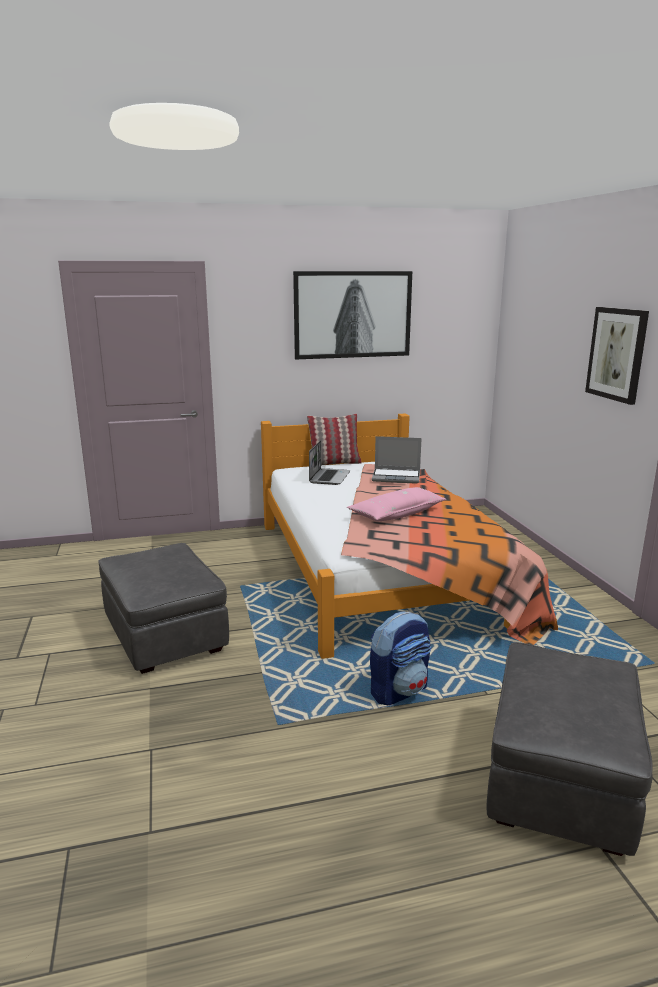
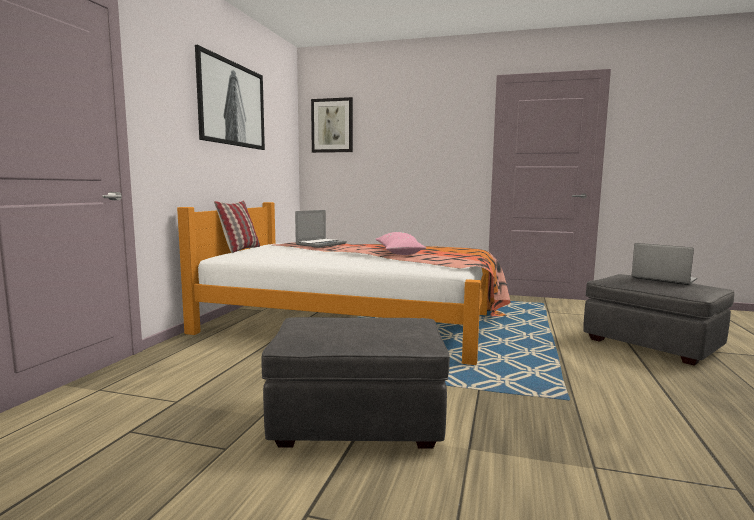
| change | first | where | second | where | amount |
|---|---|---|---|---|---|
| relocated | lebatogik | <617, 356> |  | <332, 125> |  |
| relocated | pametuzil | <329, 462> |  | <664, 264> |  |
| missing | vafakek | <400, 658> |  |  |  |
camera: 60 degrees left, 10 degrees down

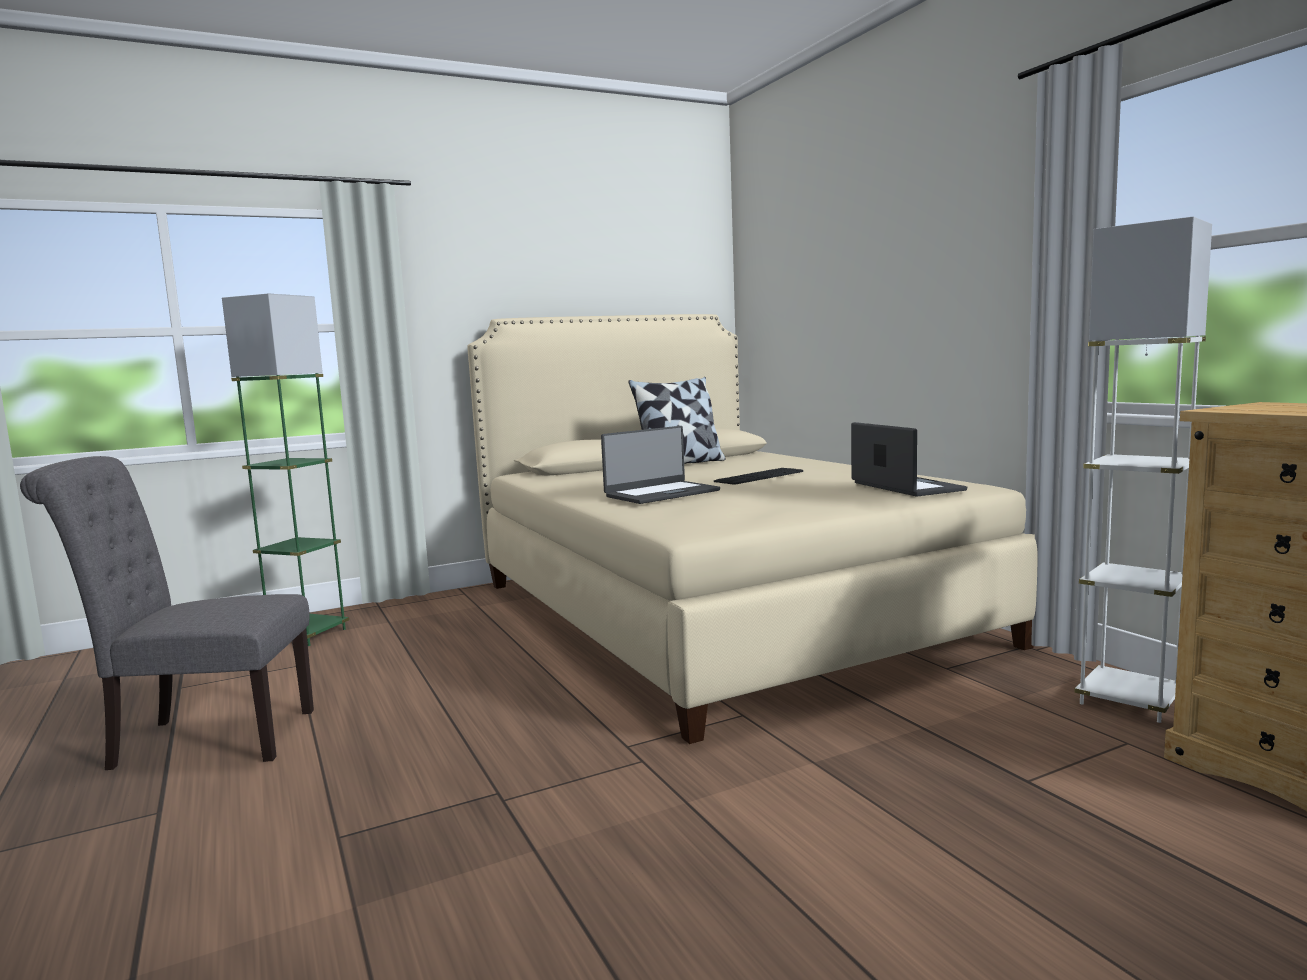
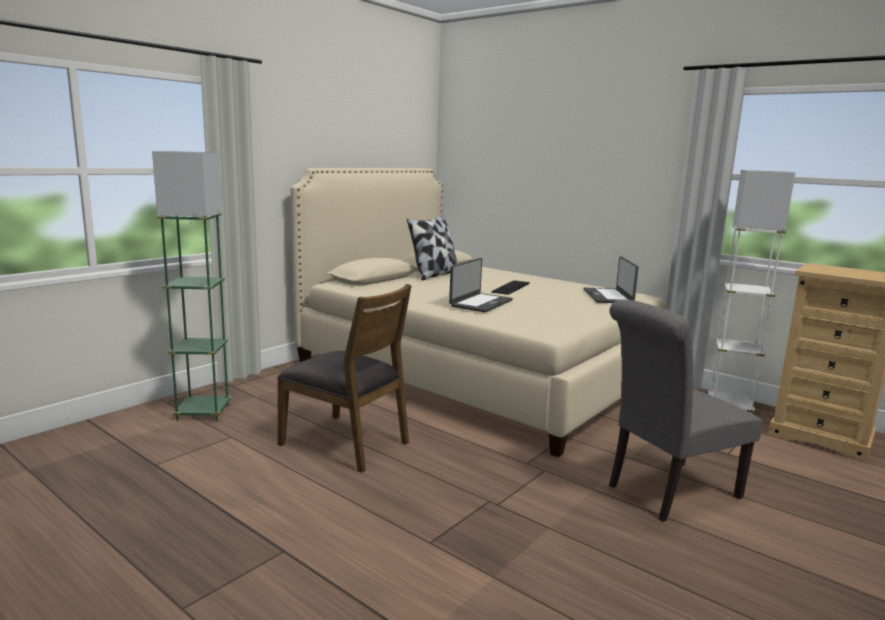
| change | first | where | second | where | amount |
|---|---|---|---|---|---|
| spun | pametuzil | <909, 459> |  | <611, 279> | 135 degrees counterclockwise |
| relocated | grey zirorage | <167, 613> |  | <686, 411> |  |
| appeared |  |  | brown zirorage | <344, 378> |  |
camera: 25 degrees left, 5 degrees up

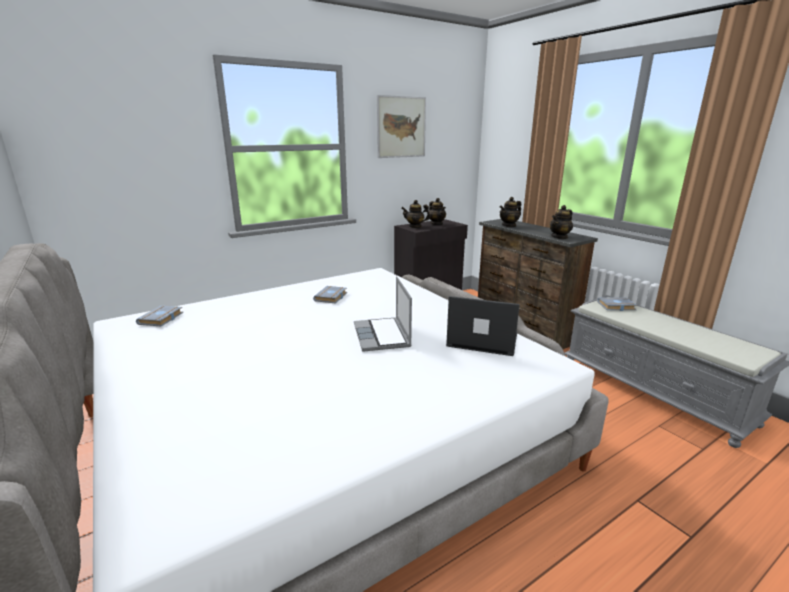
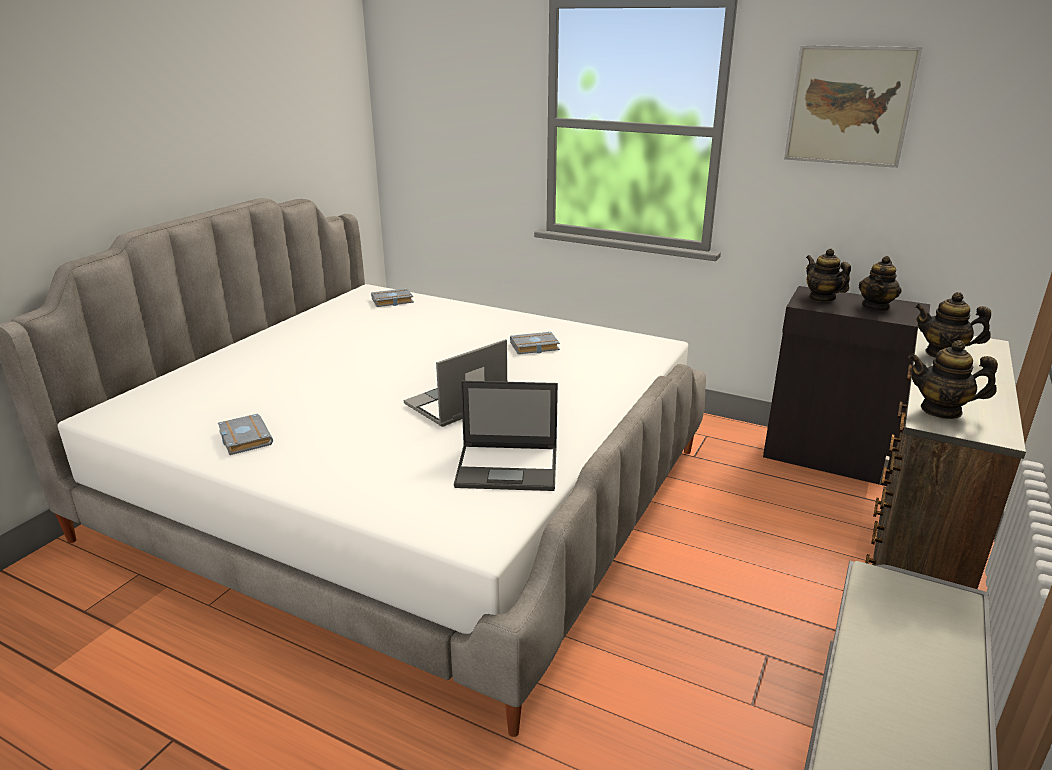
| change | first | where | second | where | amount |
|---|---|---|---|---|---|
| spun | pametuzil | <483, 326> |  | <506, 436> | 105 degrees clockwise |
| relocated | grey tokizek | <617, 304> |  | <245, 434> |  |
camera: 60 degrees right, 5 degrees up

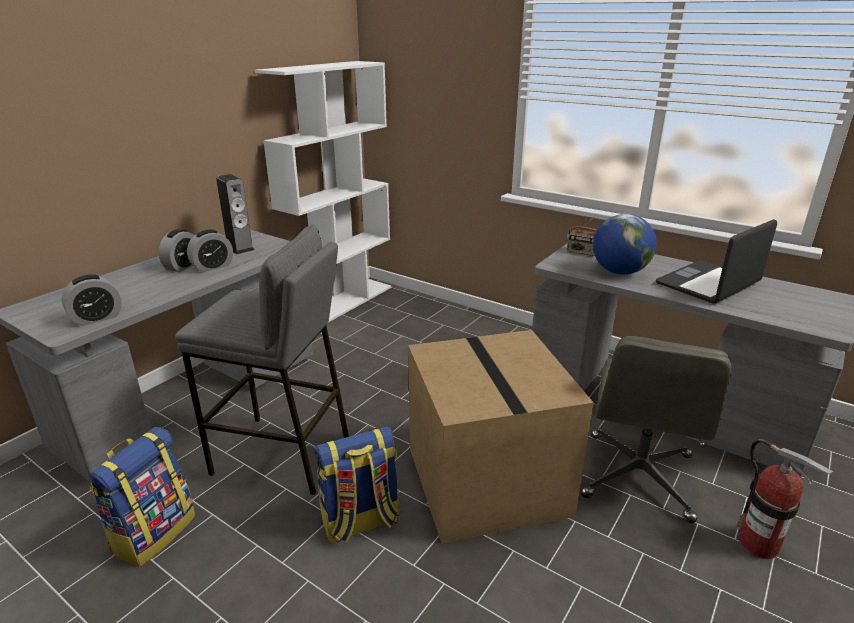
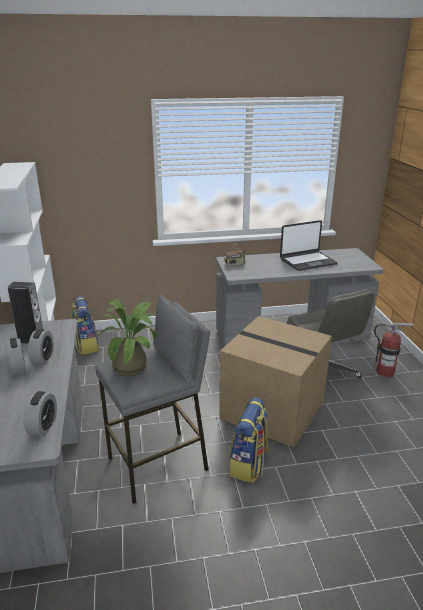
| change | first | where | second | where | amount |
|---|---|---|---|---|---|
| missing | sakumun | <625, 244> |  |  |  |
| spun | pametuzil | <716, 261> |  | <309, 245> | 120 degrees counterclockwise |
| relocated | vafakek | <142, 497> |  | <85, 325> |  |
| appeared |  |  | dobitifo | <127, 337> |  |
camera: 45 degrees left, 0 degrees up

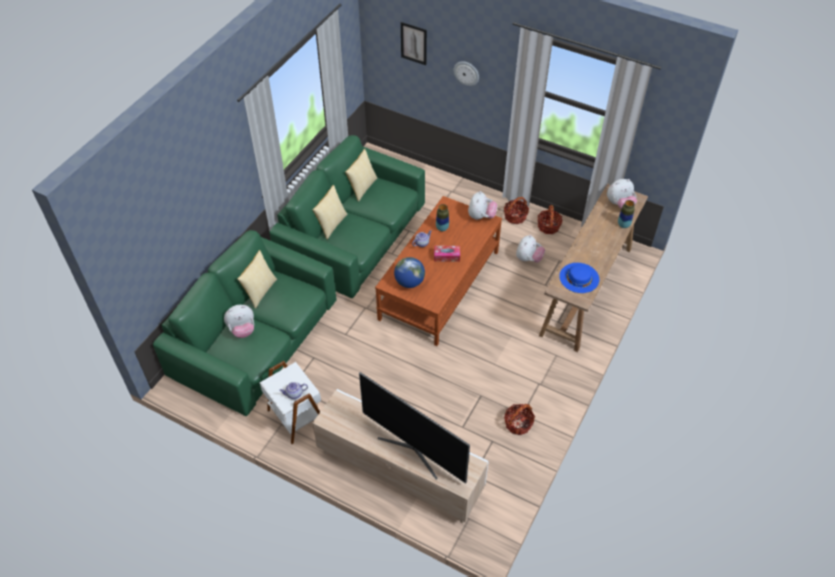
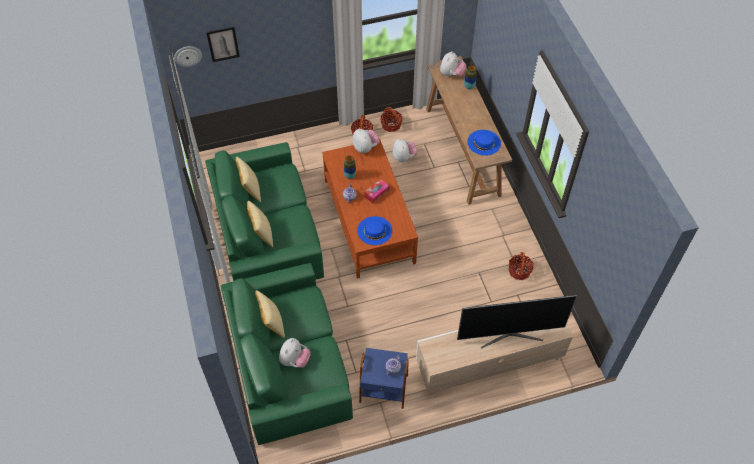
| change | first | where | second | where | amount |
|---|---|---|---|---|---|
| relocated | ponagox | <466, 73> |  | <188, 56> |  |
| exchanged | sakumun | <409, 272> | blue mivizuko | <374, 230> |  |
| colour | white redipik | <290, 402> | blue redipik | <384, 378> |  |
camera: 45 degrees left, 5 degrees up

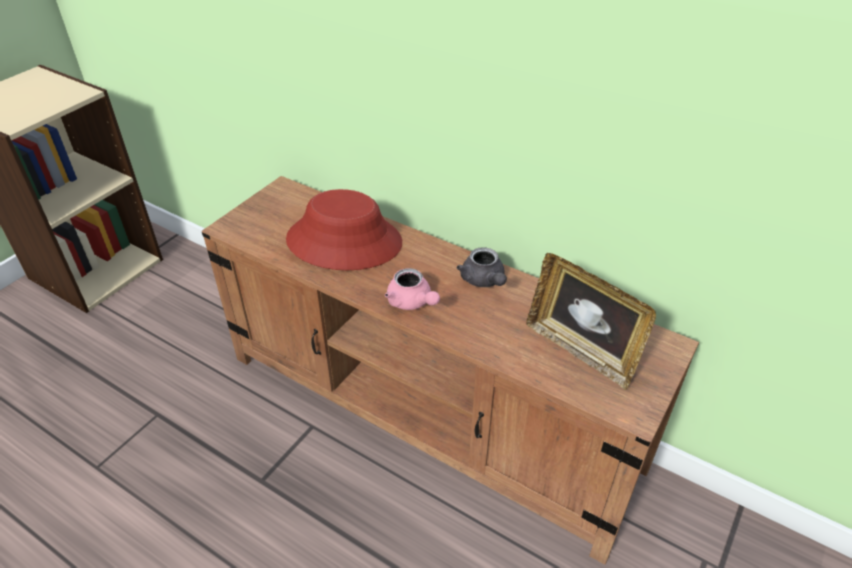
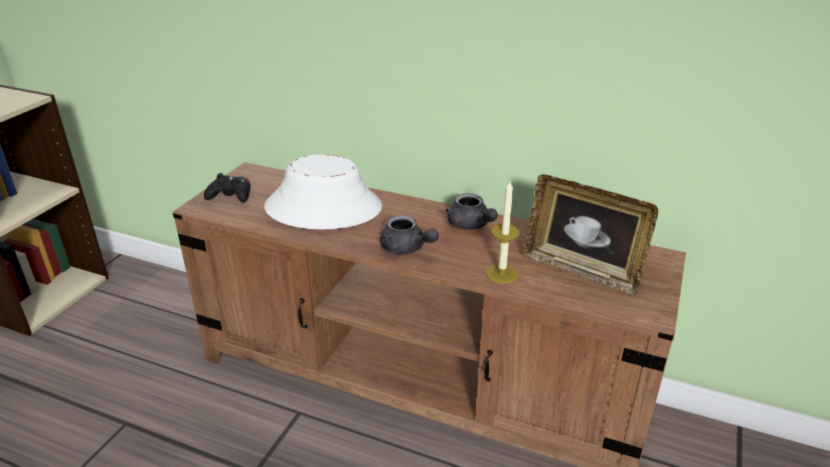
| change | first | where | second | where | amount |
|---|---|---|---|---|---|
| colour | red mivizuko | <344, 229> | white mivizuko | <323, 192> |  |
| colour | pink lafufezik | <412, 289> | grey lafufezik | <409, 234> |  |
| appeared |  |  | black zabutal | <227, 187> |  |
| appeared |  |  | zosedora | <503, 232> |  |
camera: 10 degrees left, 10 degrees down

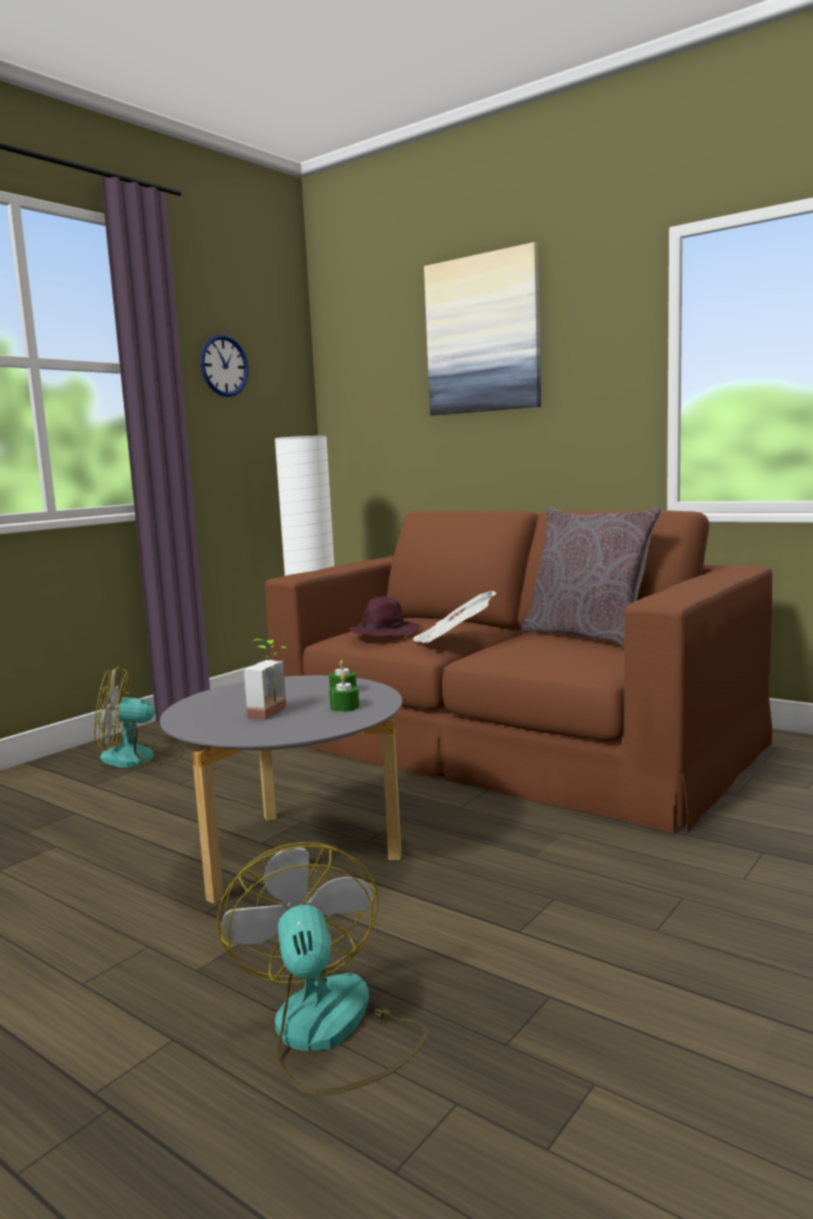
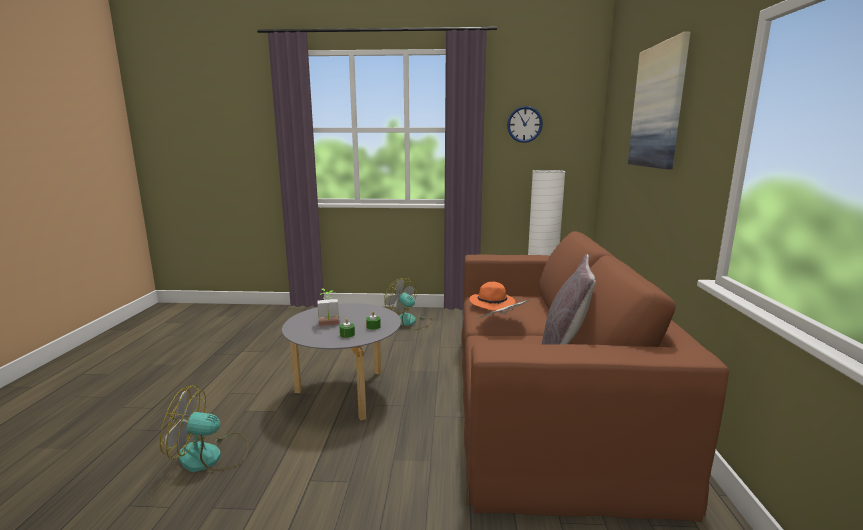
| change | first | where | second | where | amount |
|---|---|---|---|---|---|
| colour | purple mivizuko | <383, 616> | orange mivizuko | <492, 296> |  |
| spun | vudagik | <322, 968> |  | <204, 428> | 135 degrees counterclockwise |
camera: 55 degrees right, 5 degrees up

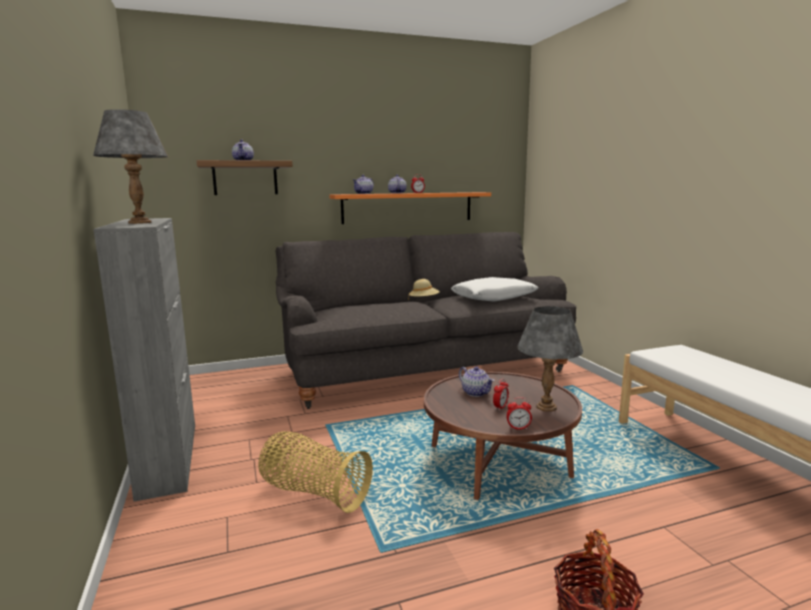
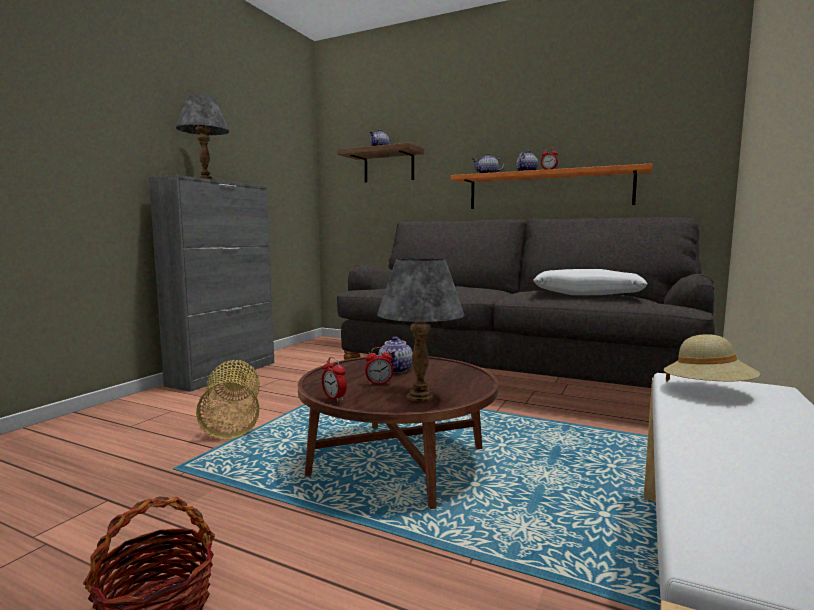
| change | first | where | second | where | amount |
|---|---|---|---|---|---|
| relocated | beige mivizuko | <424, 289> |  | <712, 358> |  |
camera: 45 degrees right, 5 degrees down

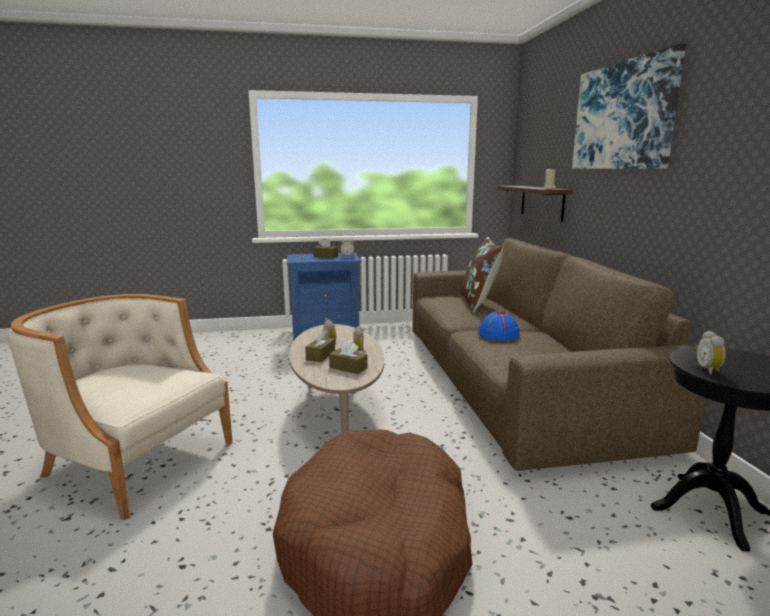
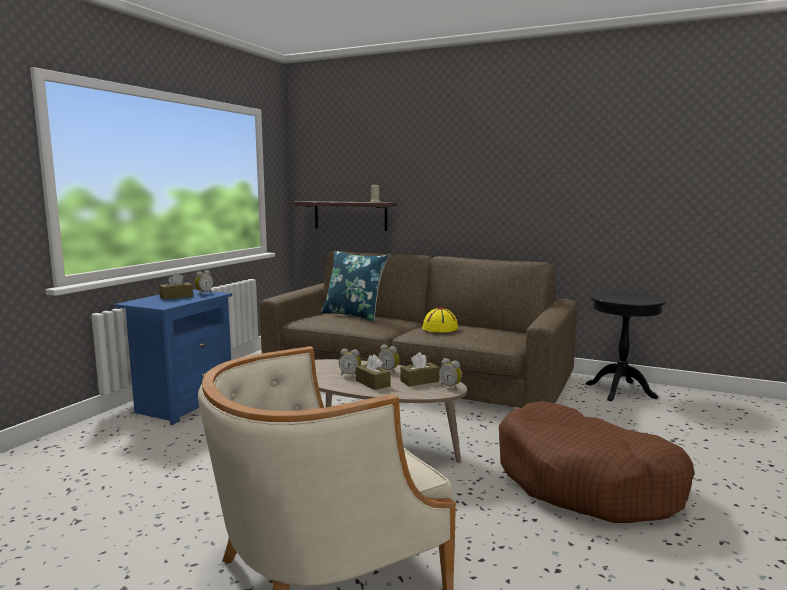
| change | first | where | second | where | amount |
|---|---|---|---|---|---|
| missing | lebatogik | <629, 106> |  |  |  |
| colour | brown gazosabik | <482, 275> | blue gazosabik | <355, 286> |  |
| colour | blue mivizuko | <499, 326> | yellow mivizuko | <440, 320> |  |
| relocated | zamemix | <711, 353> |  | <450, 374> |  |
camera: 55 degrees left, 5 degrees down

